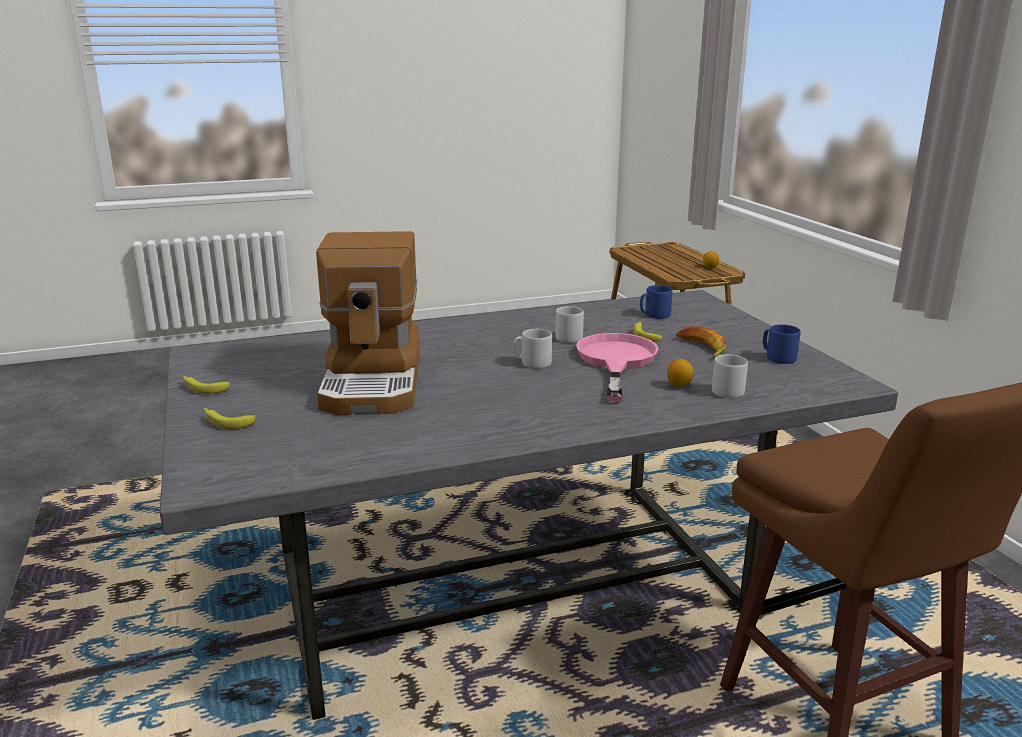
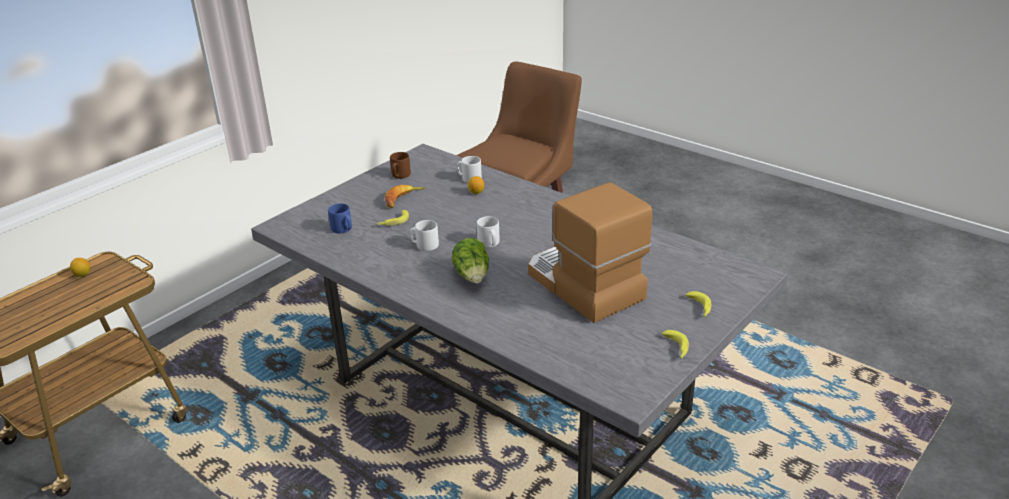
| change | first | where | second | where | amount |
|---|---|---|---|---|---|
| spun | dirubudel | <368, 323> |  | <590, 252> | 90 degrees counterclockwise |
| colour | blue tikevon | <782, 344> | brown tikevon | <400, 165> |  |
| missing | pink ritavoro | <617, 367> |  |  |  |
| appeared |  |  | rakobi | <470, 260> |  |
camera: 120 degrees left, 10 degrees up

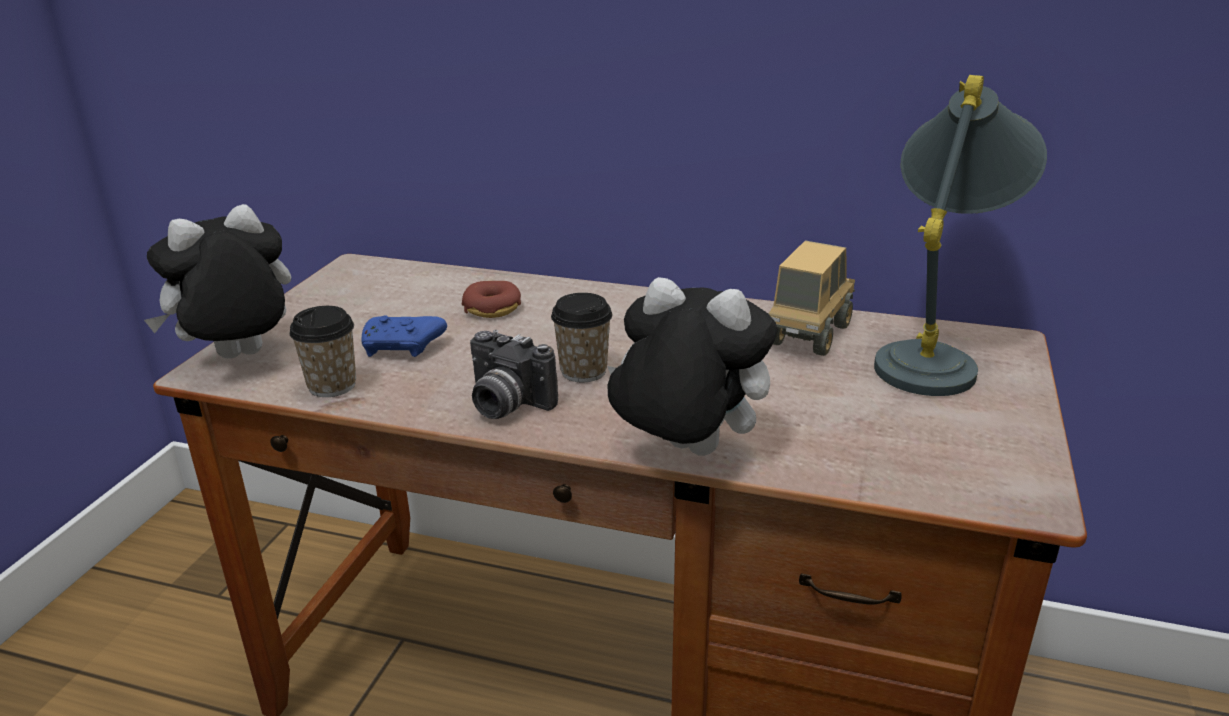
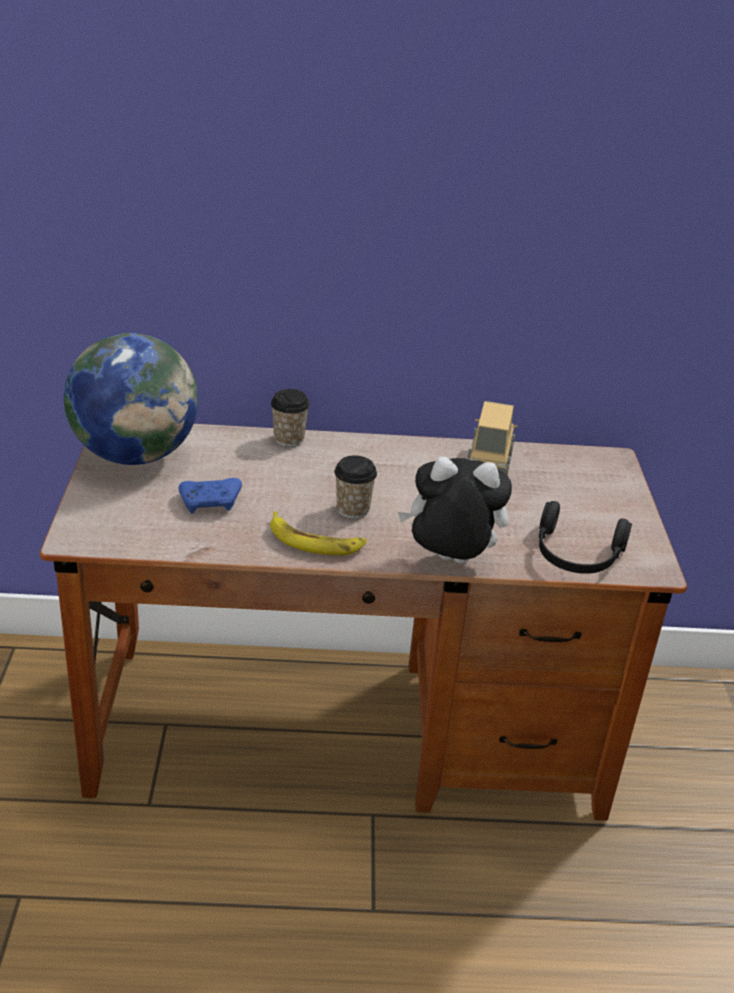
| change | first | where | second | where | amount |
|---|---|---|---|---|---|
| missing | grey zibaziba | <960, 235> |  |  |  |
| missing | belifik | <217, 281> |  |  |  |
| missing | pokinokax | <491, 299> |  |  |  |
| relocated | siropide | <322, 351> |  | <290, 418> |  |
| exchanged | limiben | <514, 374> | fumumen | <318, 533> |  |
| appeared |  |  | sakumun | <131, 399> |  |
| appeared |  |  | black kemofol | <585, 537> |  |
camera: 20 degrees left, 5 degrees up

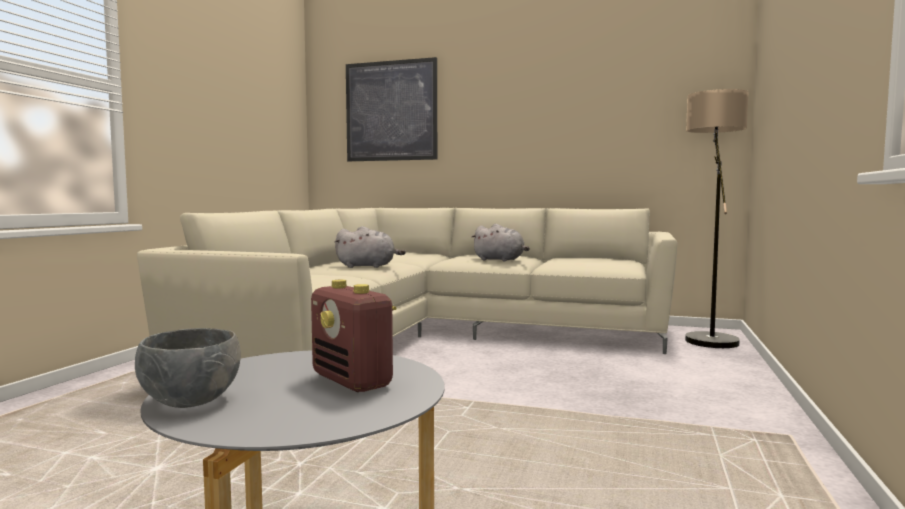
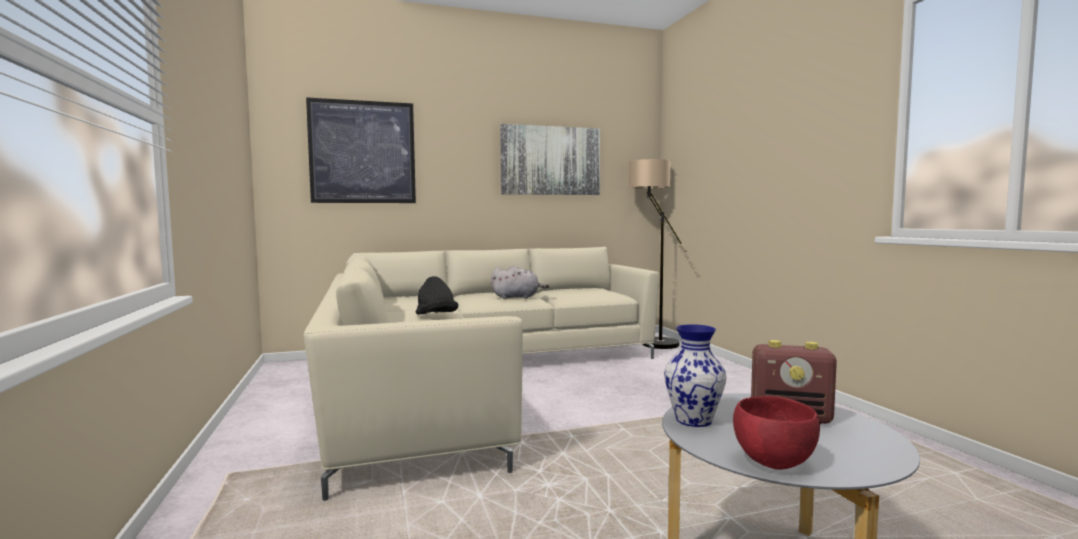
| change | first | where | second | where | amount |
|---|---|---|---|---|---|
| exchanged | grey belifik | <370, 247> | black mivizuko | <437, 295> |  |
| colour | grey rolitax | <188, 368> | red rolitax | <776, 433> |  |
| appeared |  |  | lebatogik | <550, 159> |  |
| appeared |  |  | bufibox | <695, 375> |  |
camera: 35 degrees left, 0 degrees up

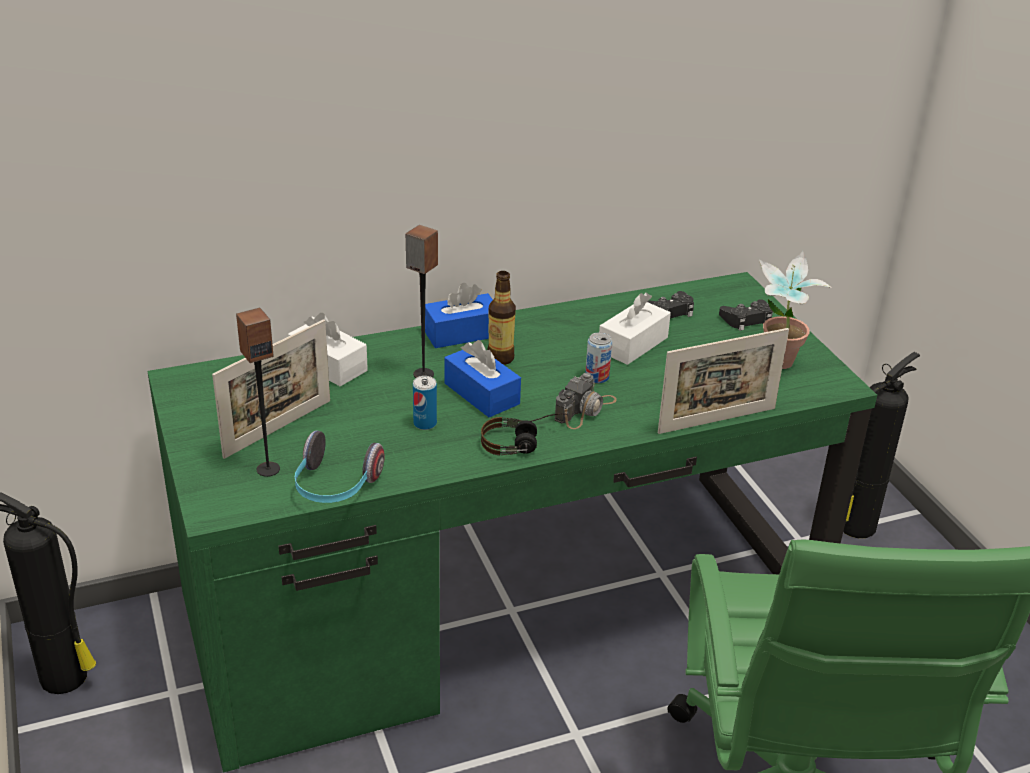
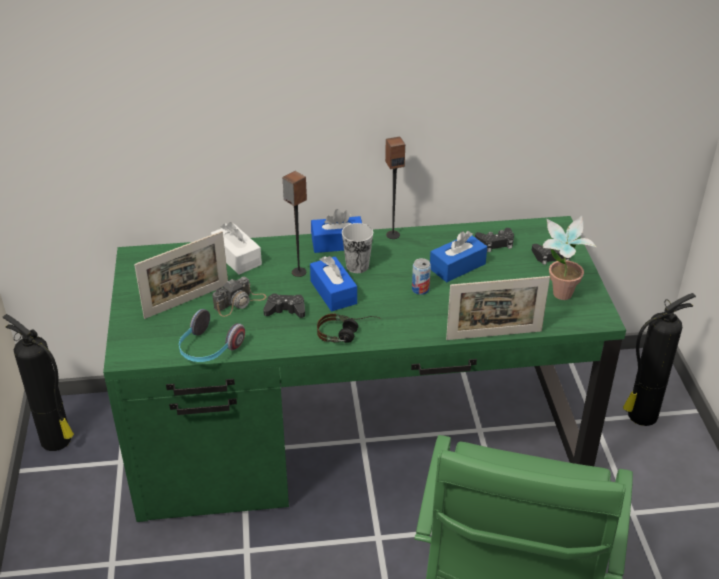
| change | first | where | second | where | amount |
|---|---|---|---|---|---|
| exchanged | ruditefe | <502, 318> | siropide | <357, 248> |  |
| colour | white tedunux | <635, 329> | blue tedunux | <458, 256> |  |
| relocated | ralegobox | <258, 392> |  | <395, 187> |  |
| relocated | limiben | <586, 401> |  | <239, 297> |  |
| exchanged | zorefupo | <425, 403> | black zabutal | <284, 305> |  |
camera: 15 degrees right, 5 degrees up

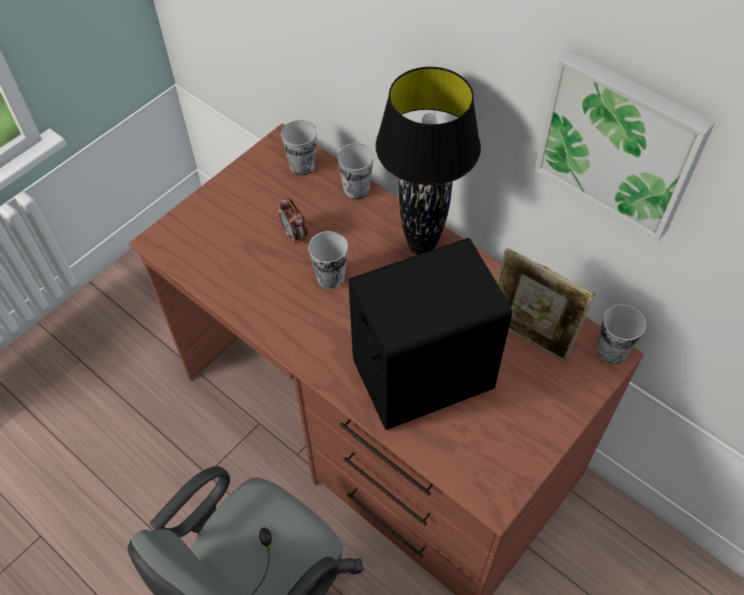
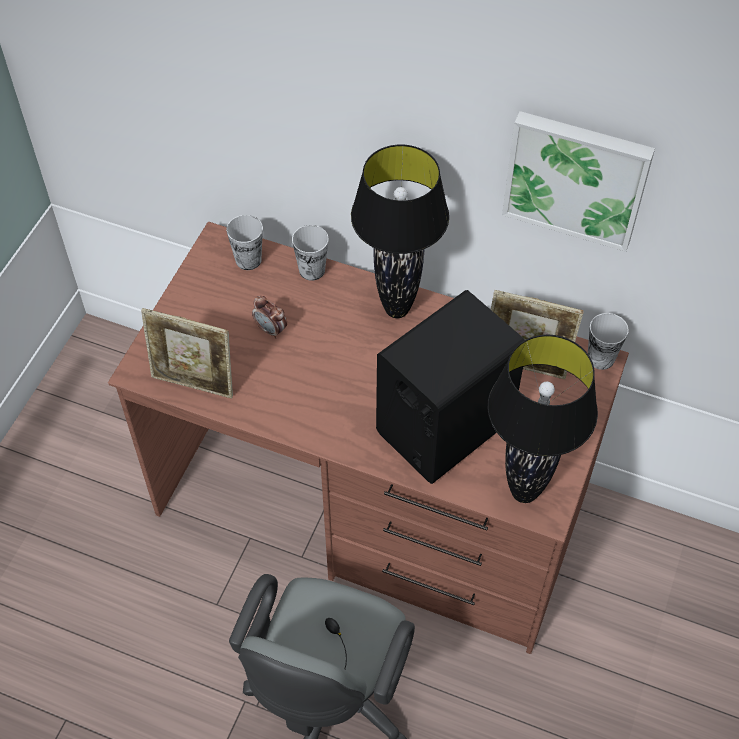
| change | first | where | second | where | amount |
|---|---|---|---|---|---|
| missing | siropide | <328, 260> |  |  |  |
| appeared |  |  | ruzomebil | <187, 353> |  |
| appeared |  |  | black zibaziba | <542, 419> |  |
camera: 20 degrees left, 0 degrees up

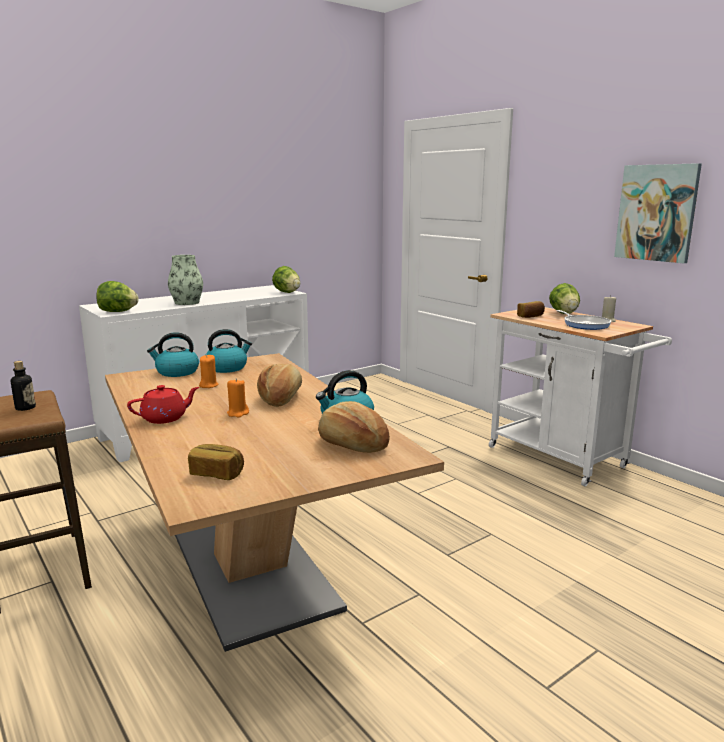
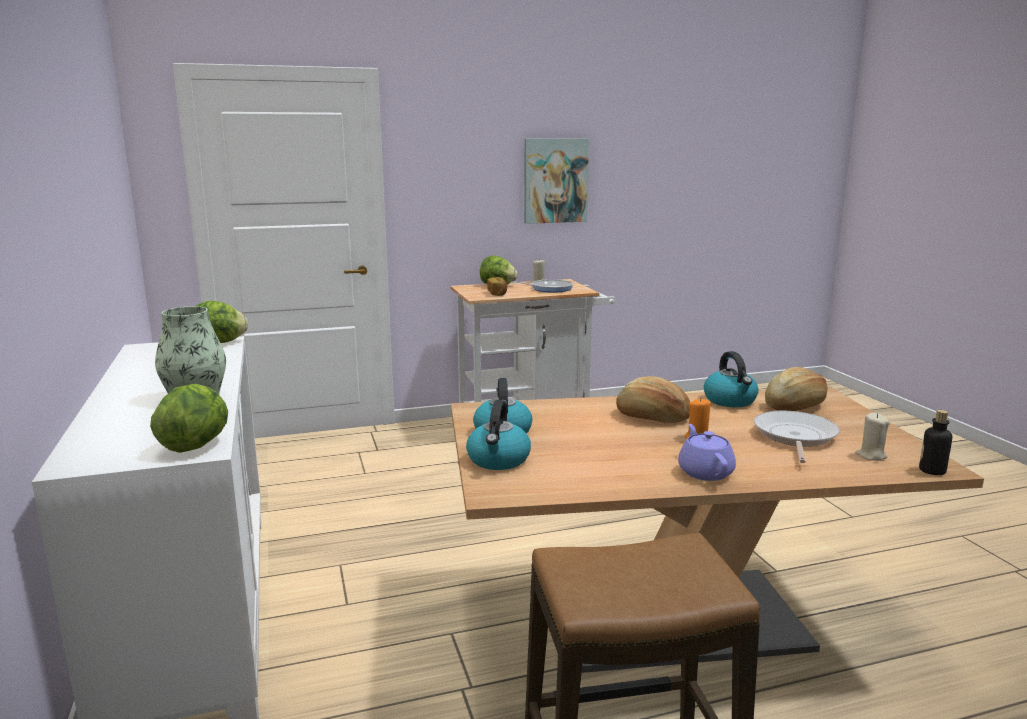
| change | first | where | second | where | amount |
|---|---|---|---|---|---|
| missing | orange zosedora | <208, 371> |  |  |  |
| relocated | ruditefe | <23, 386> |  | <935, 442> |  |
| colour | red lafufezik | <163, 404> | purple lafufezik | <707, 452> |  |
| exchanged | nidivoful | <216, 462> | beige zosedora | <872, 437> |  |
| appeared |  |  | ritavoro | <797, 437> |  |
camera: 70 degrees left, 0 degrees up

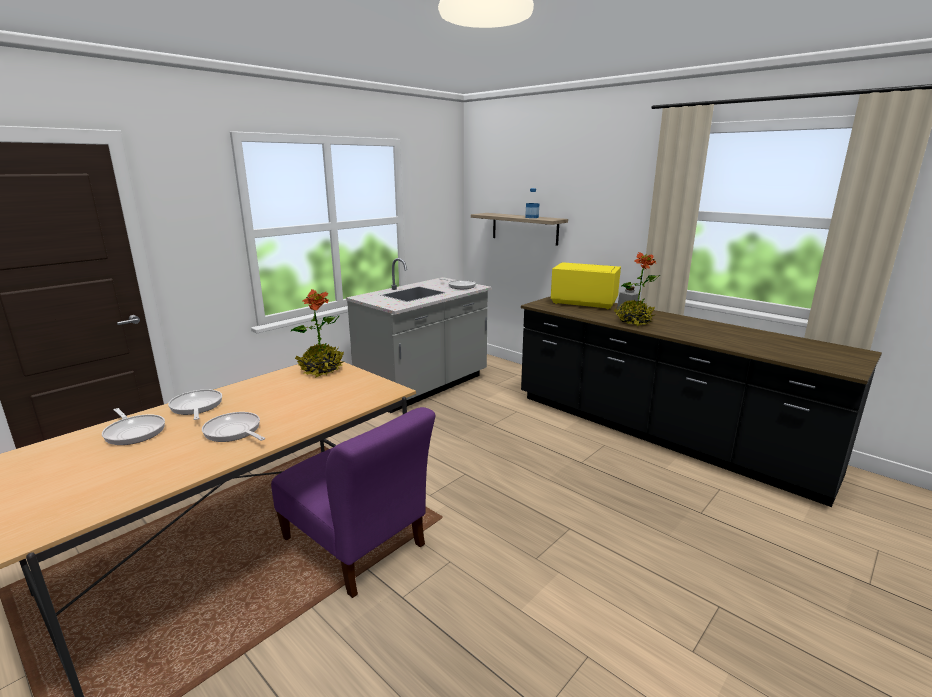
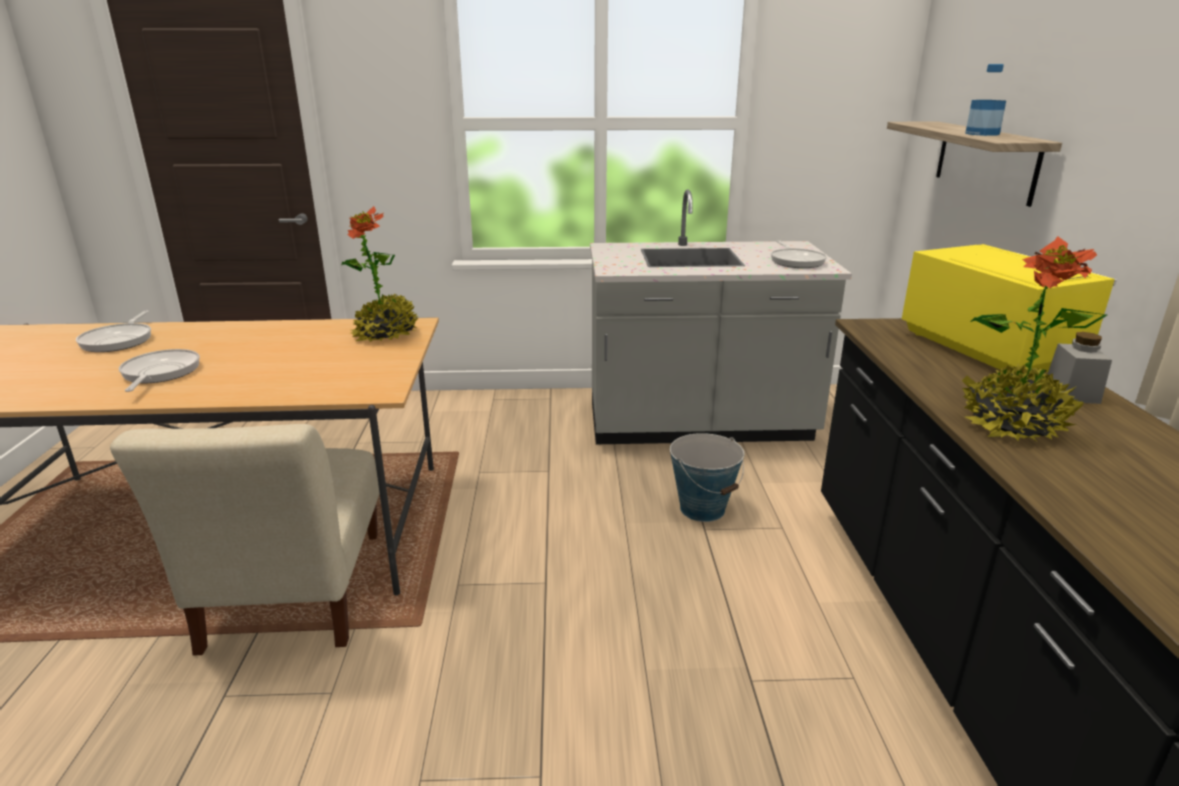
| change | first | where | second | where | amount |
|---|---|---|---|---|---|
| missing | ritavoro | <195, 404> |  |  |  |
| colour | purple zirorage | <353, 502> | beige zirorage | <244, 540> |  |
| appeared |  |  | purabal | <707, 477> |  |
camera: 45 degrees right, 5 degrees up

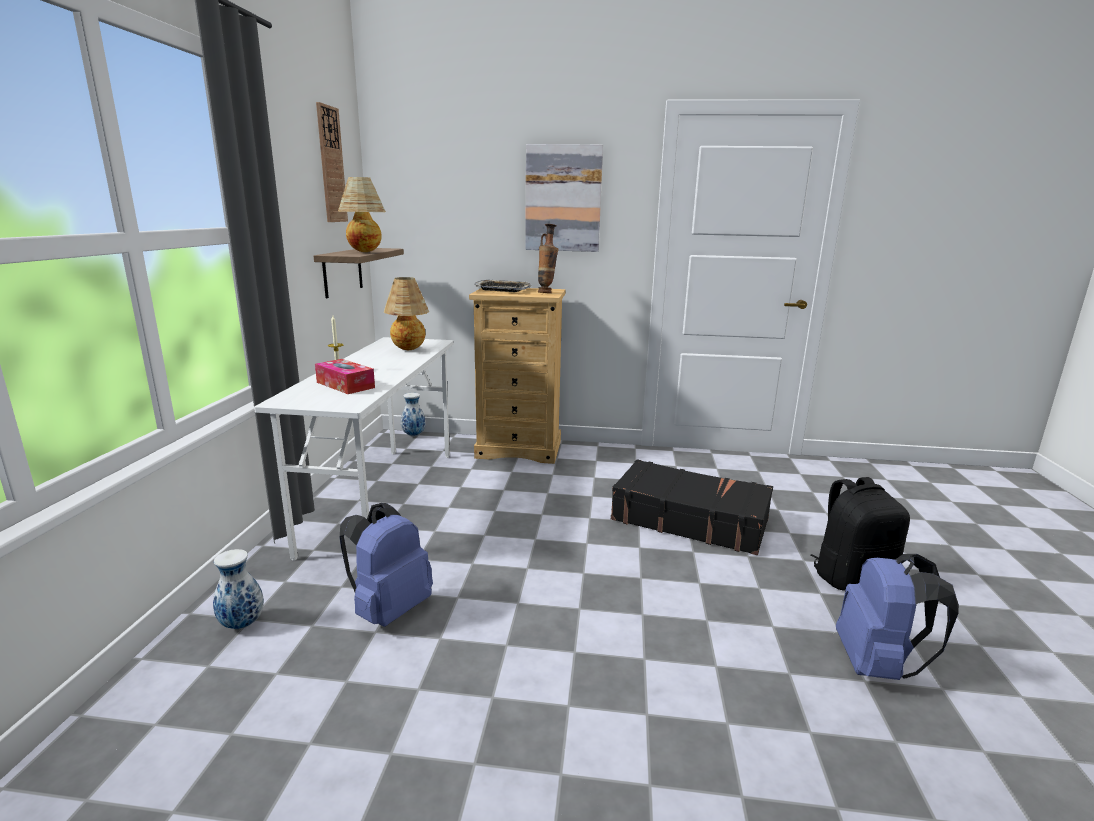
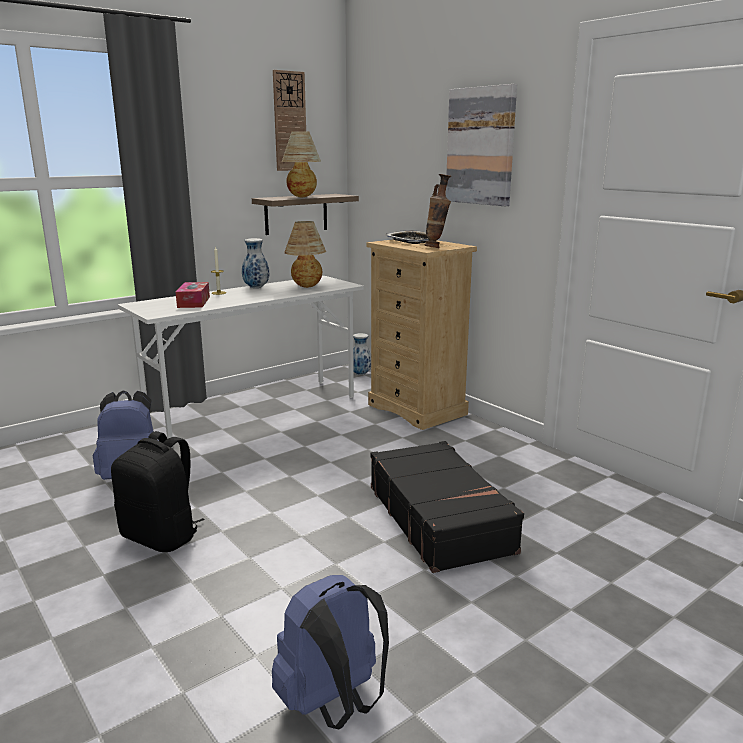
| change | first | where | second | where | amount |
|---|---|---|---|---|---|
| relocated | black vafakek | <860, 533> |  | <158, 491> |  |
| relocated | bufibox | <238, 589> |  | <255, 263> |  |
camera: 45 degrees right, 0 degrees up

